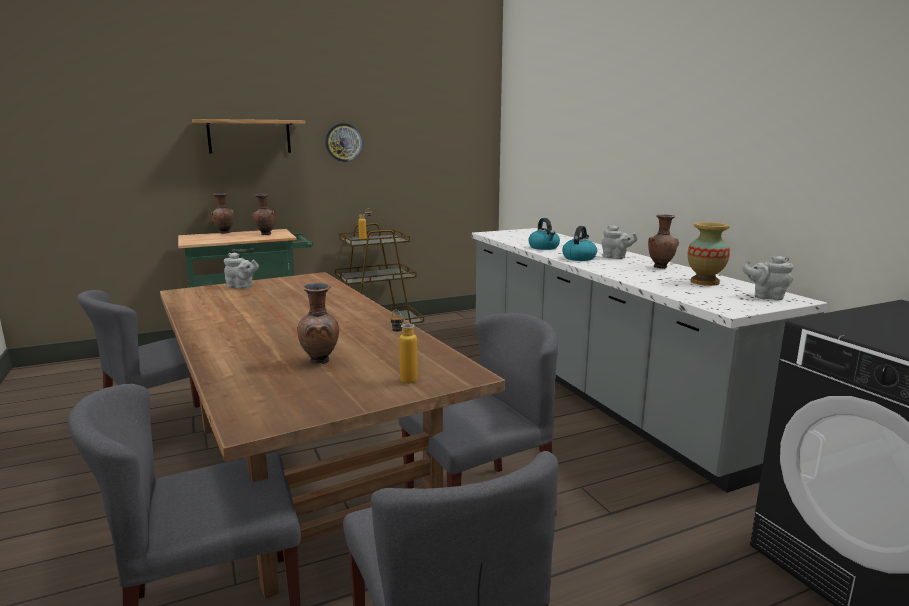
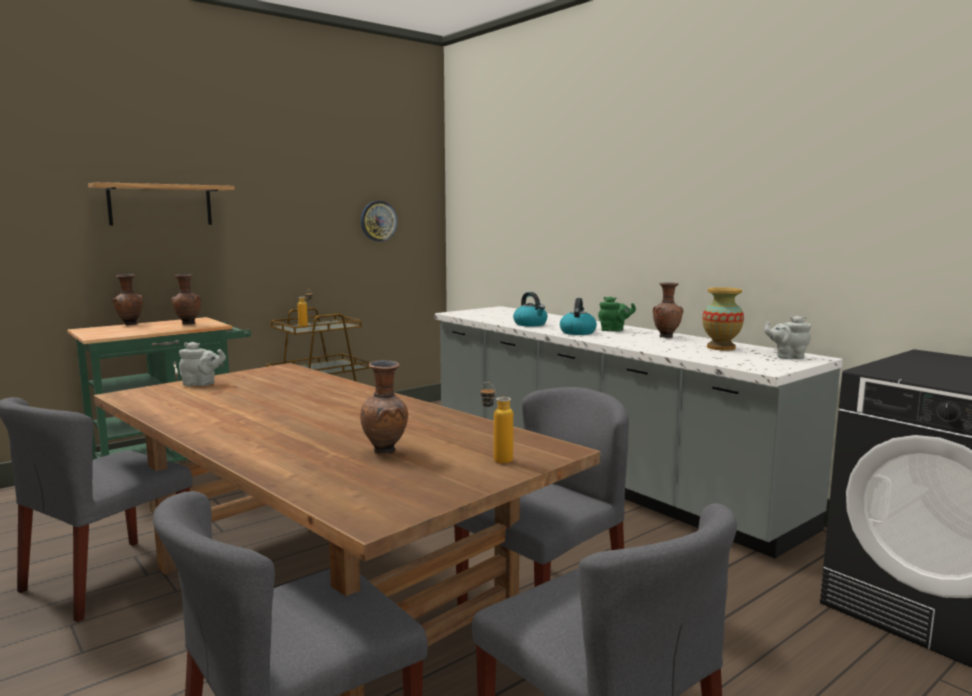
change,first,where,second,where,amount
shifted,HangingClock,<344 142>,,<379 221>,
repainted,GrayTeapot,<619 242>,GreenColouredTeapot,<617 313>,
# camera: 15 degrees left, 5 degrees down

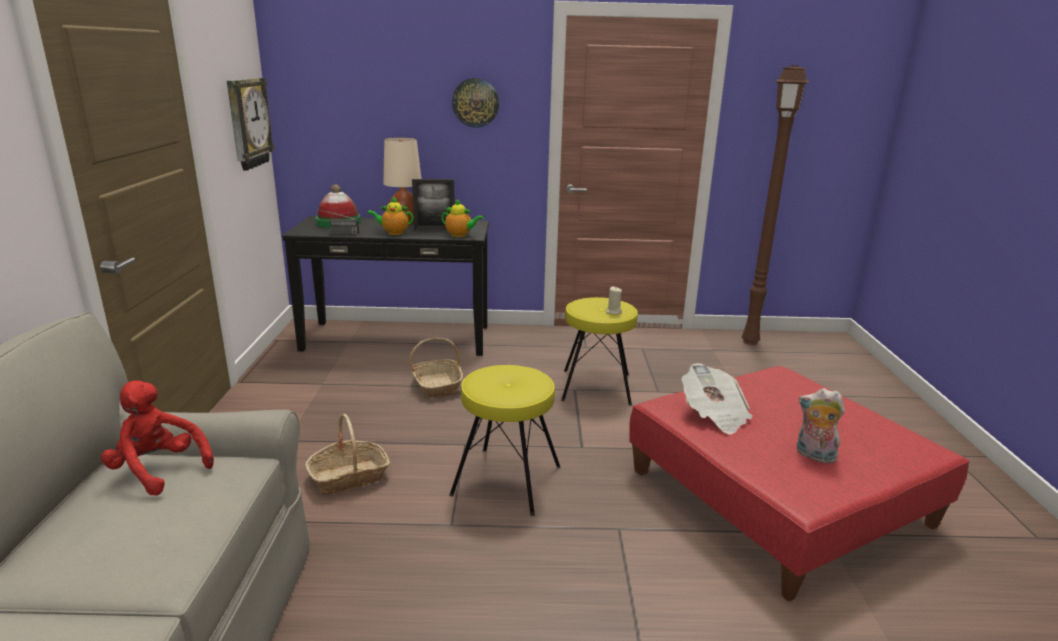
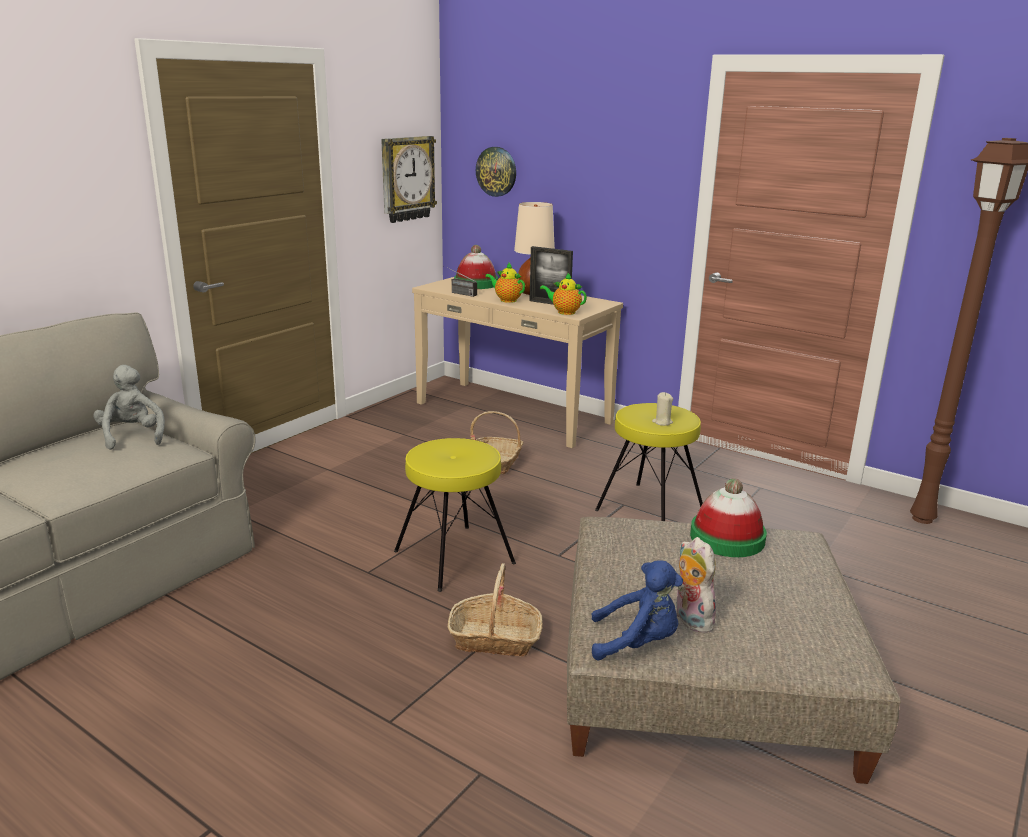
change,first,where,second,where,amount
repainted,ReddishPlushToy,<157 438>,GrayPlushToy,<129 407>,
repainted,BlackHallTable,<385 286>,BeigeColouredHallTable,<517 362>,
shifted,HouseholdBasket,<347 454>,,<495 609>,
shifted,HangingClock,<475 103>,,<496 172>,
rotated,Teapot,<462 218>,,<563 294>,150 degrees clockwise
repainted,ReddishOttoman,<799 484>,BeigeColouredOttoman,<734 650>,
new,,,BlueColouredPlushToy,<637 611>,
new,,,ClothingHat,<728 517>,
gone,Newspaper,<717 399>,,,
# camera: 35 degrees right, 0 degrees up

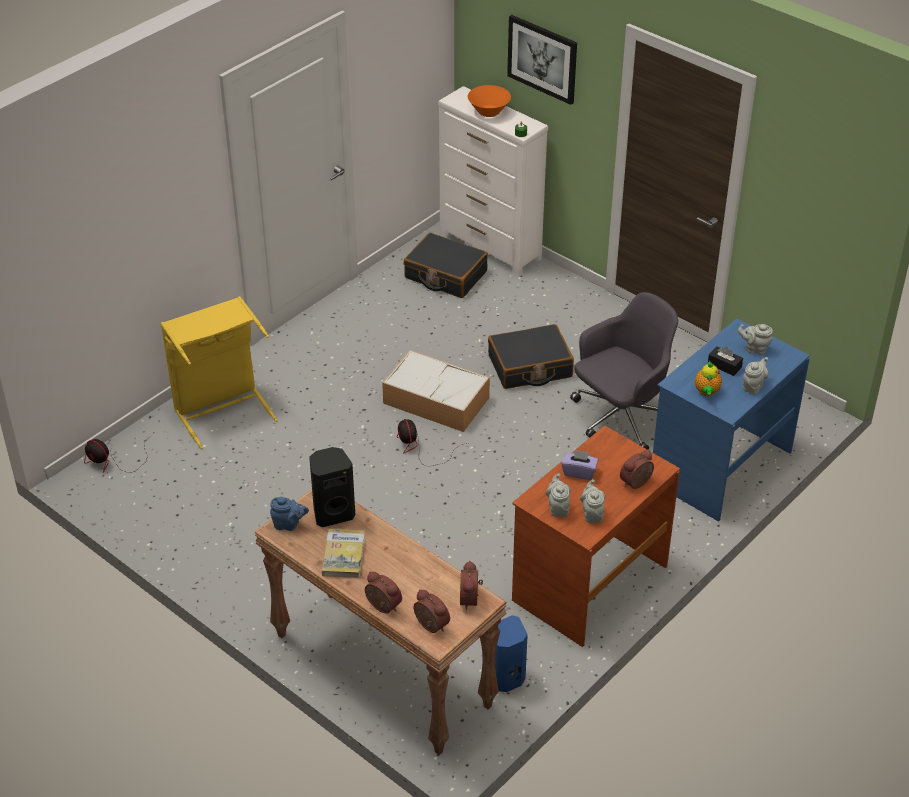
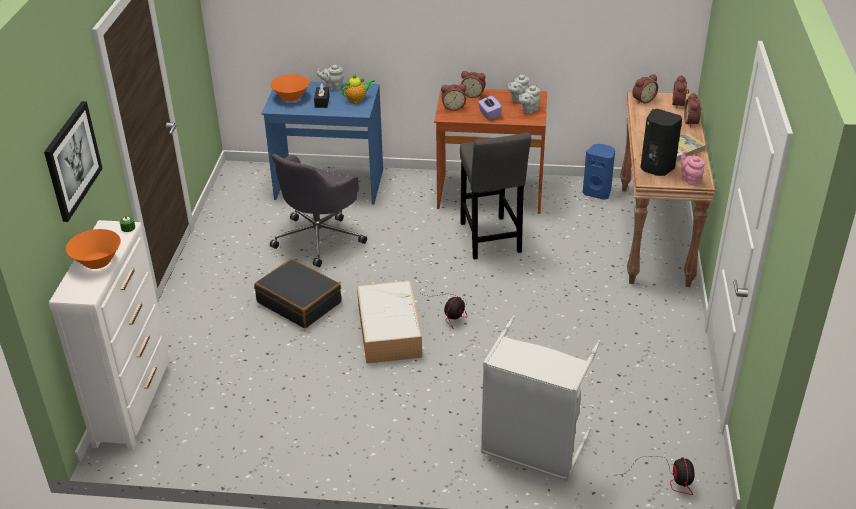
change,first,where,second,where,amount
swapped,GrayTeapot,<755 339>,OrangeyDeepDish,<289 88>,
rotated,GrayComputerChair,<624 371>,,<318 210>,75 degrees counterclockwise
new,,,AlarmClock,<453 97>,
new,,,GrayStoolSeat,<495 196>,
repainted,YellowColouredHamper,<219 372>,GrayHamper,<541 398>,
repainted,BlueColouredTeapot,<289 514>,PinkColouredTeapot,<693 168>,
gone,BlackSuitcase,<446 265>,,,
# camera: 125 degrees left, 5 degrees down

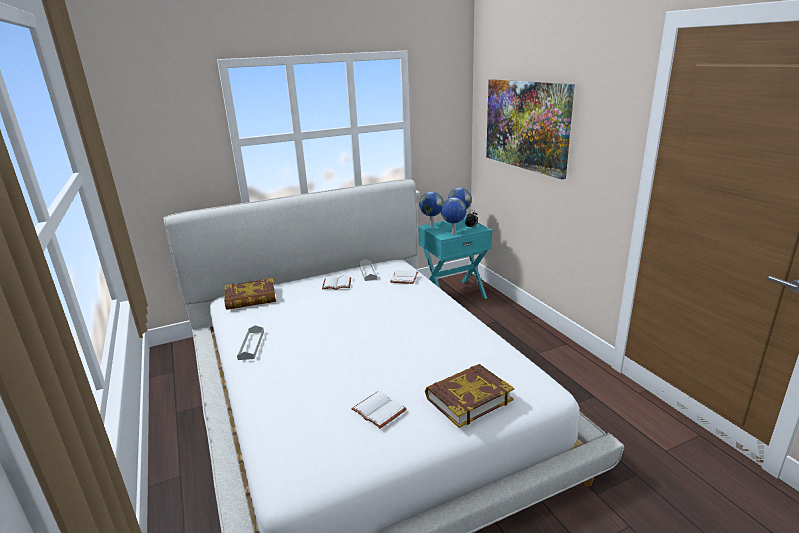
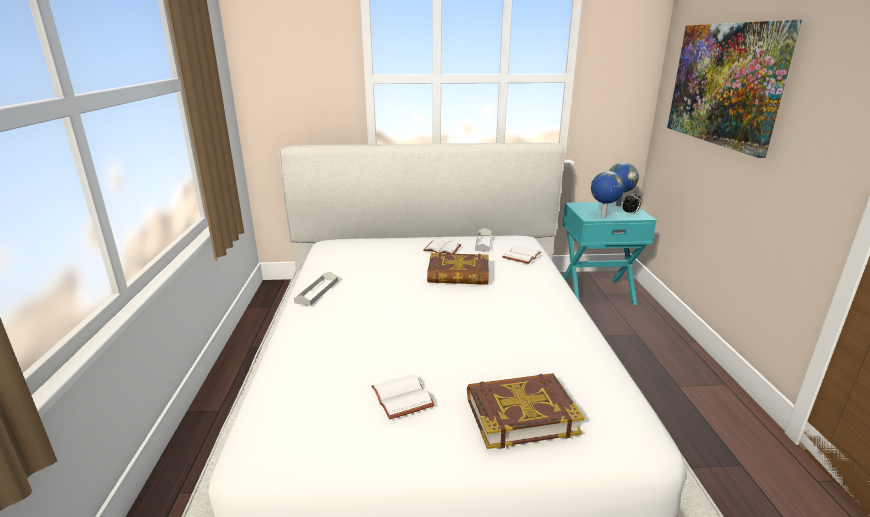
change,first,where,second,where,amount
shifted,Volume,<250 294>,,<458 268>,
gone,WorldGlobe,<431 209>,,,
# camera: 20 degrees right, 0 degrees up

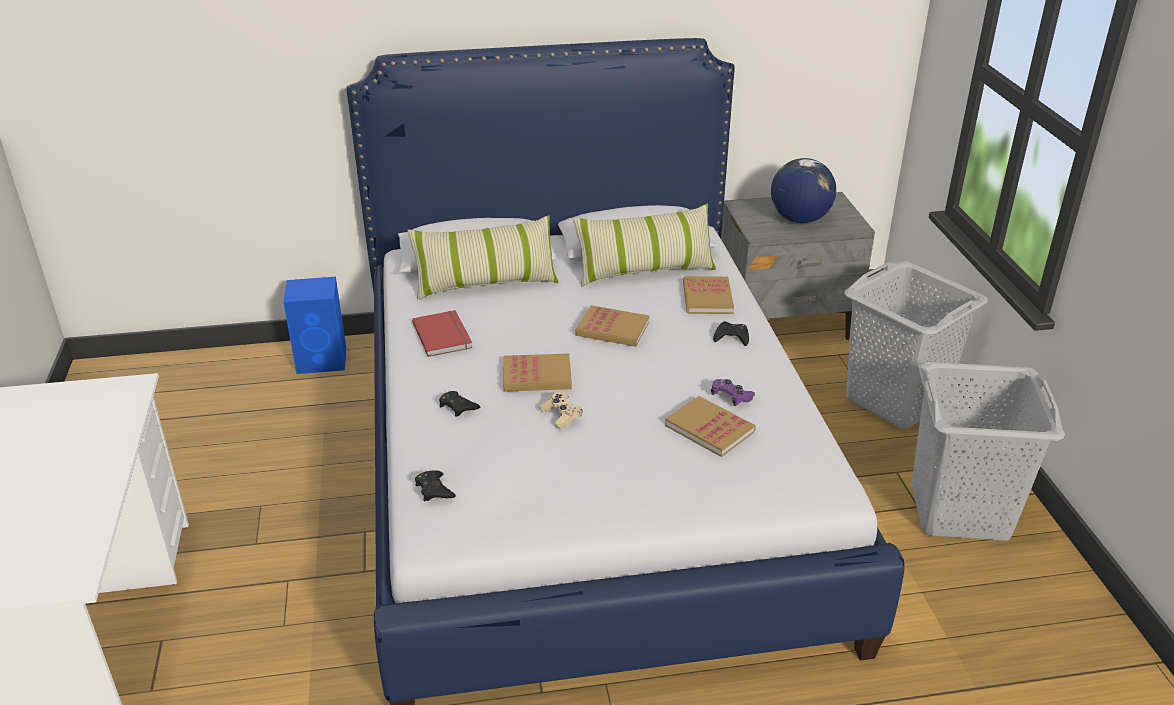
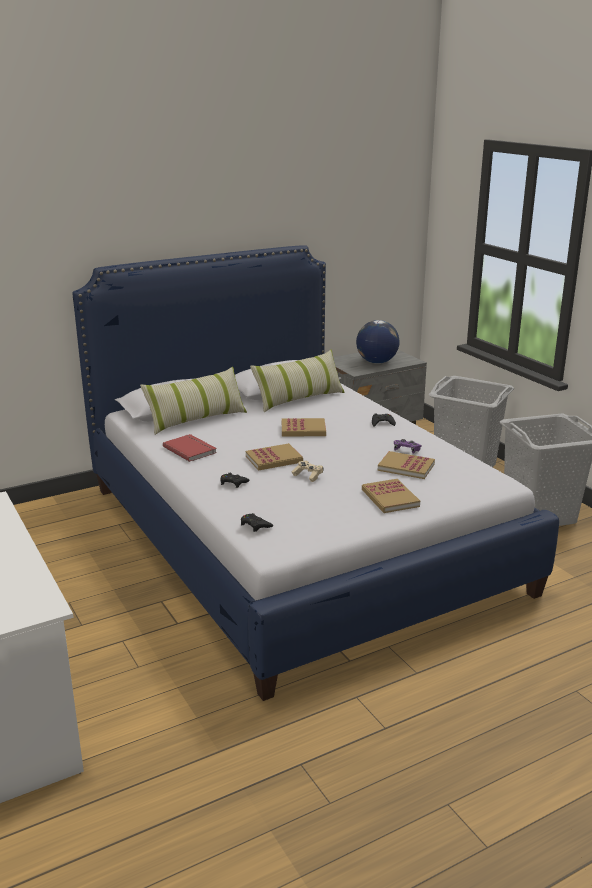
change,first,where,second,where,amount
shifted,Volume,<708 295>,,<391 496>,
gone,BlueColouredSpeaker,<314 325>,,,
# camera: 20 degrees left, 10 degrees down

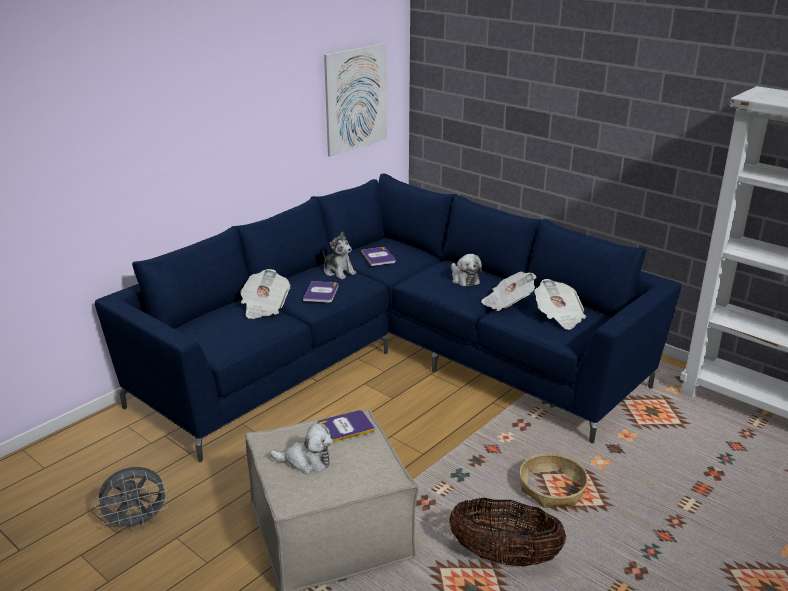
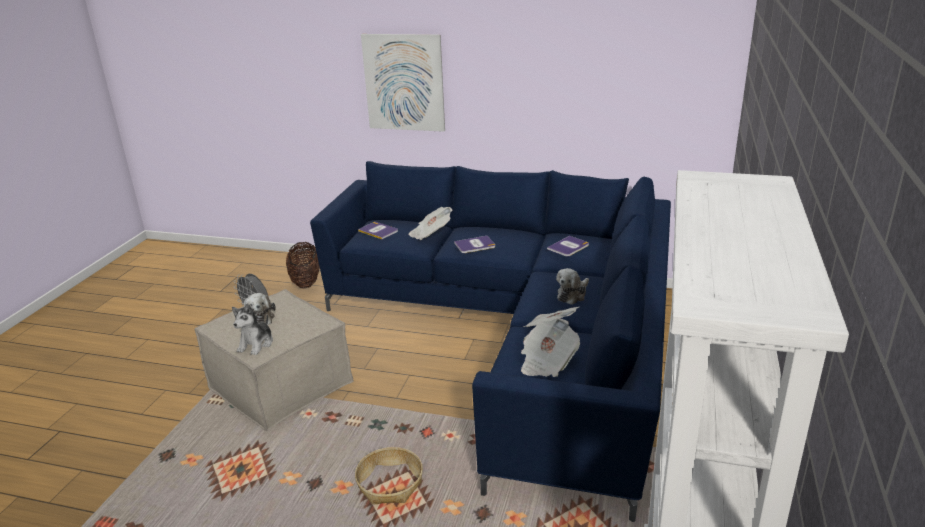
change,first,where,second,where,amount
shifted,PlushToy,<339 255>,,<252 329>,
shifted,HouseholdBasket,<507 532>,,<303 265>,
shifted,Volume,<346 426>,,<378 230>,
shifted,WallPicture,<355 99>,,<403 83>,
# camera: 65 degrees right, 0 degrees up

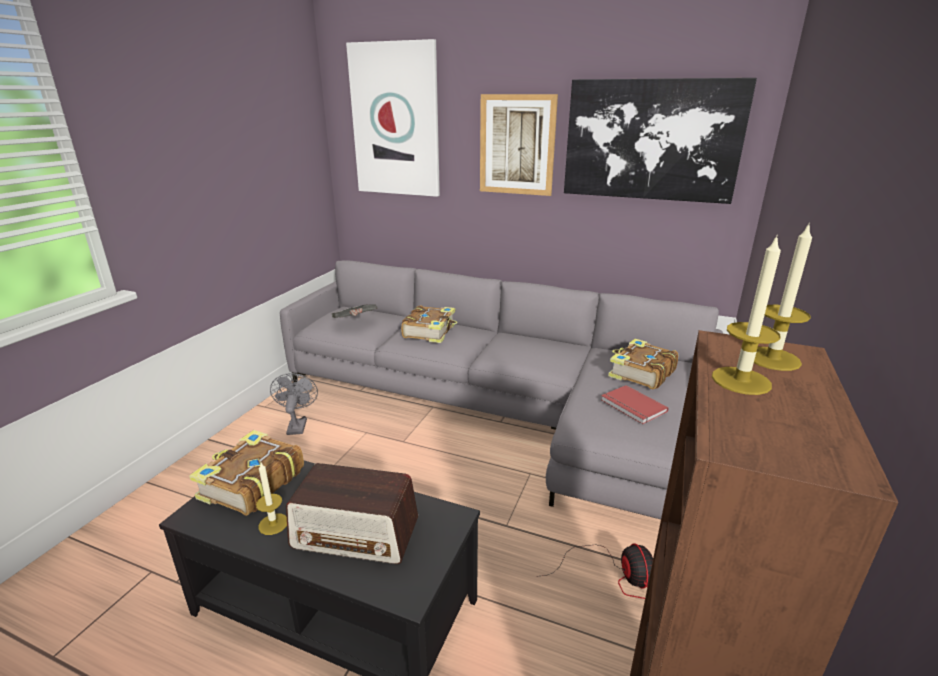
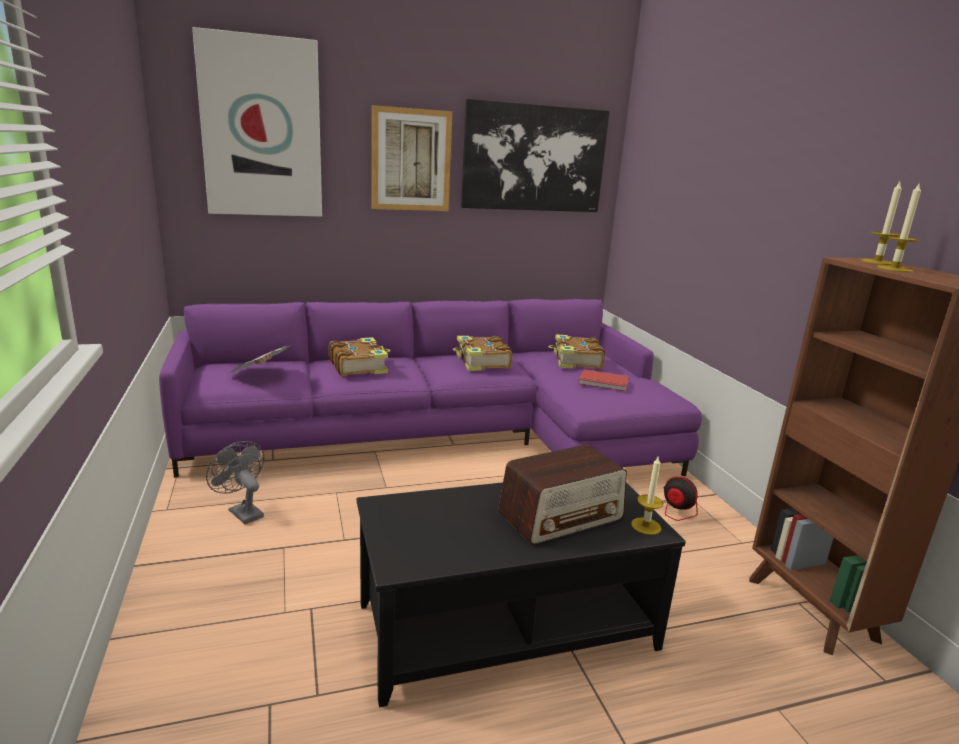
change,first,where,second,where,amount
repainted,GrayCouch,<501 389>,PurpleColouredCouch,<430 388>,
shifted,Volume,<246 473>,,<482 353>,
shifted,WaxCandle,<271 499>,,<647 495>,
# camera: 40 degrees left, 5 degrees down

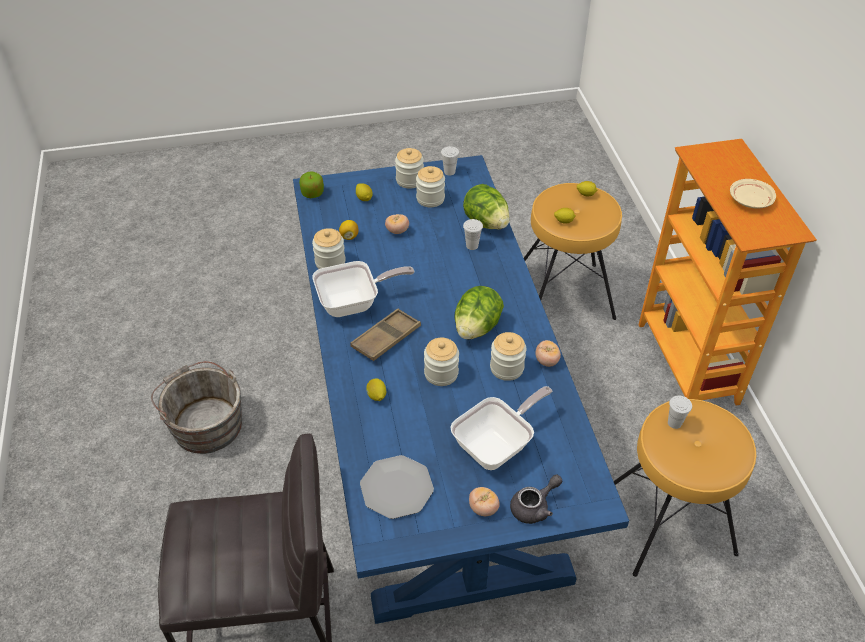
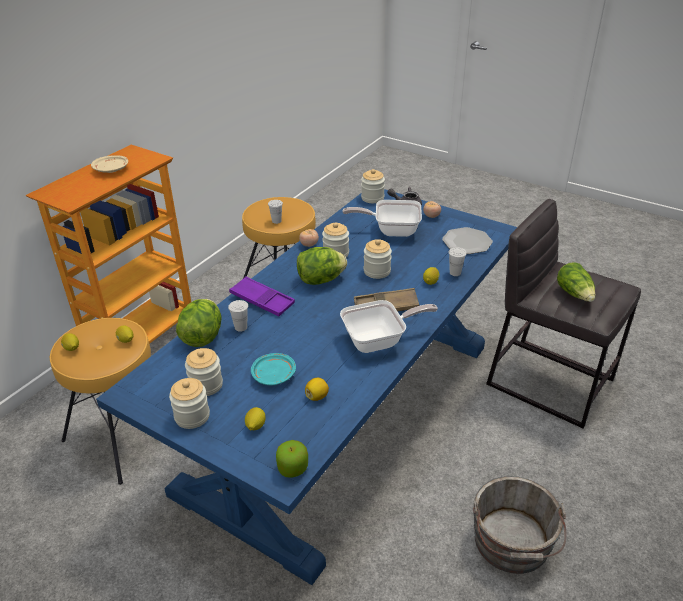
change,first,where,second,where,amount
new,,,PurpleColouredServingTray,<262 296>,
swapped,Tomato,<397 224>,BlueGreenDinnerPlate,<273 369>,
rotated,FryingPan,<363 289>,,<389 326>,135 degrees clockwise
shifted,Jar,<329 248>,,<373 186>,
shifted,WhiteCup,<450 161>,,<457 261>,
new,,,Lettuce,<576 282>,
# camera: 135 degrees left, 10 degrees down

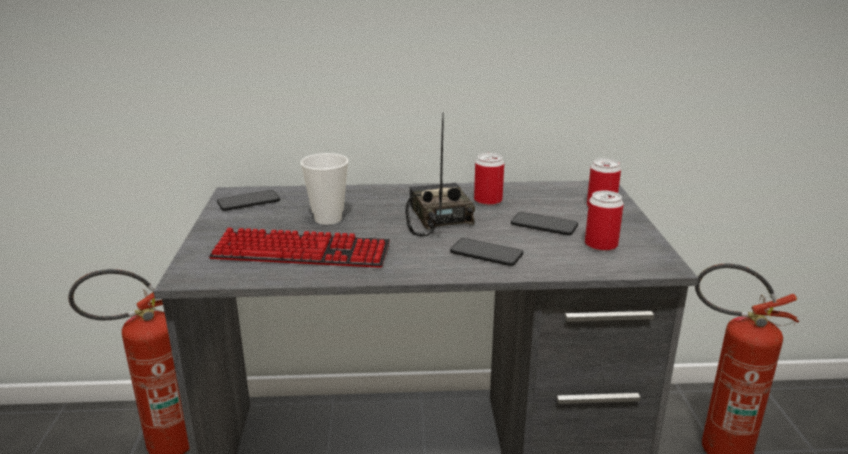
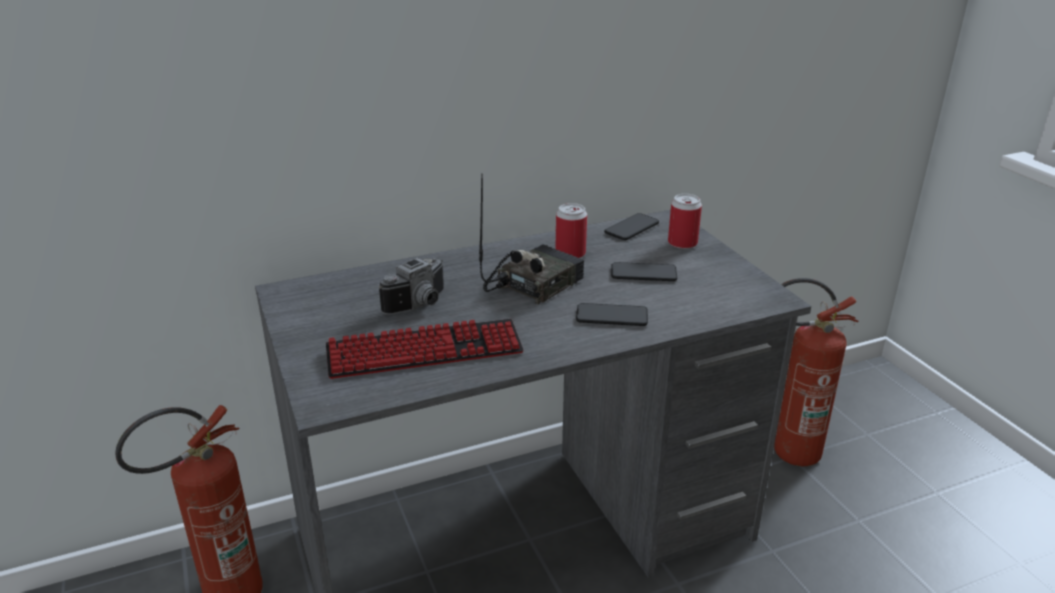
change,first,where,second,where,amount
swapped,Cup,<325 189>,StillCamera,<411 286>,
rotated,RadioSet,<440 174>,,<531 239>,75 degrees clockwise
shifted,Phone,<248 200>,,<631 226>,
gone,SealedCan,<604 220>,,,
# camera: 20 degrees left, 5 degrees up

